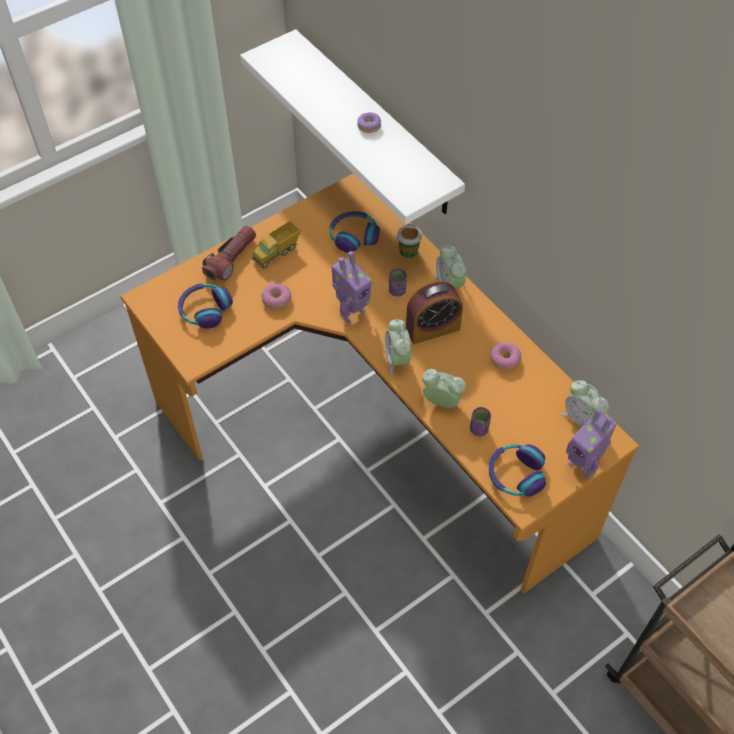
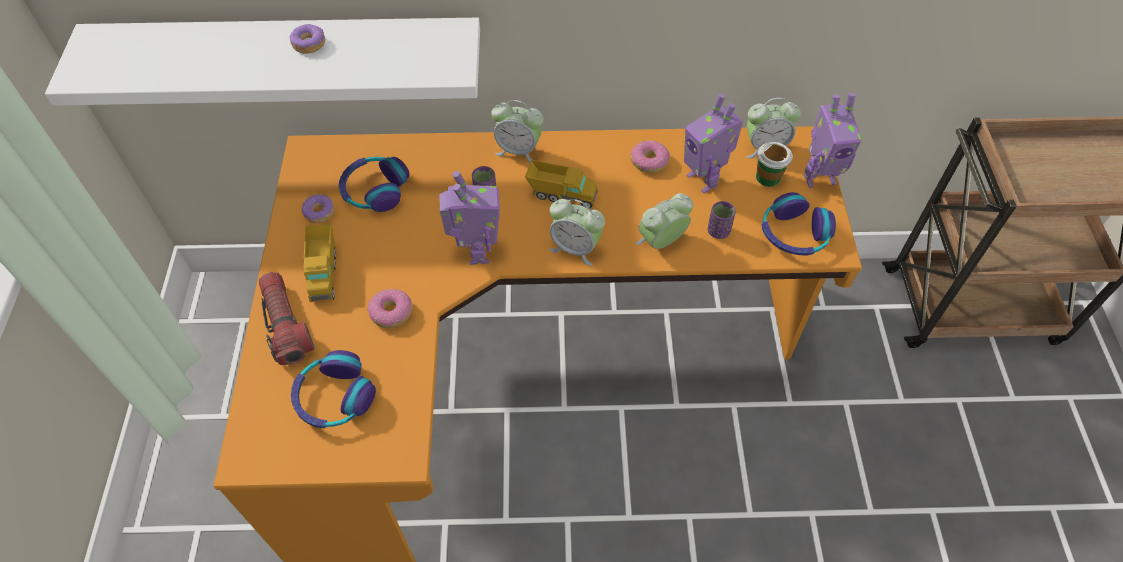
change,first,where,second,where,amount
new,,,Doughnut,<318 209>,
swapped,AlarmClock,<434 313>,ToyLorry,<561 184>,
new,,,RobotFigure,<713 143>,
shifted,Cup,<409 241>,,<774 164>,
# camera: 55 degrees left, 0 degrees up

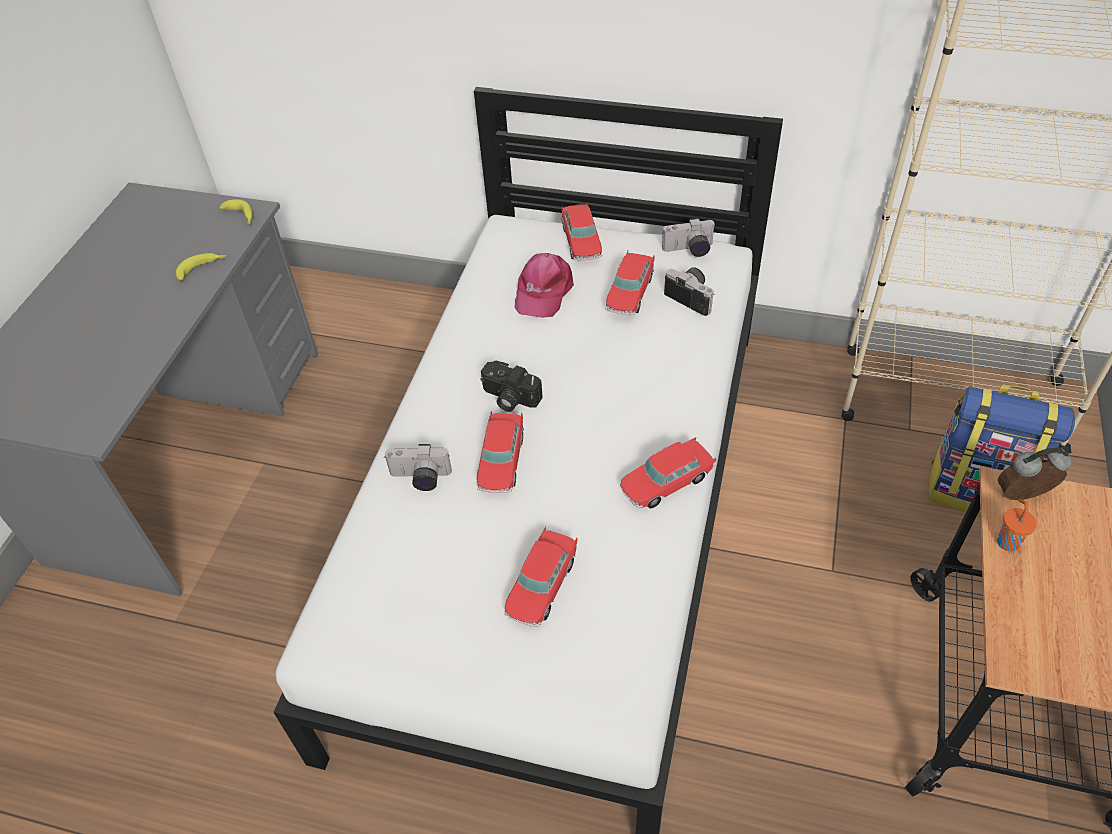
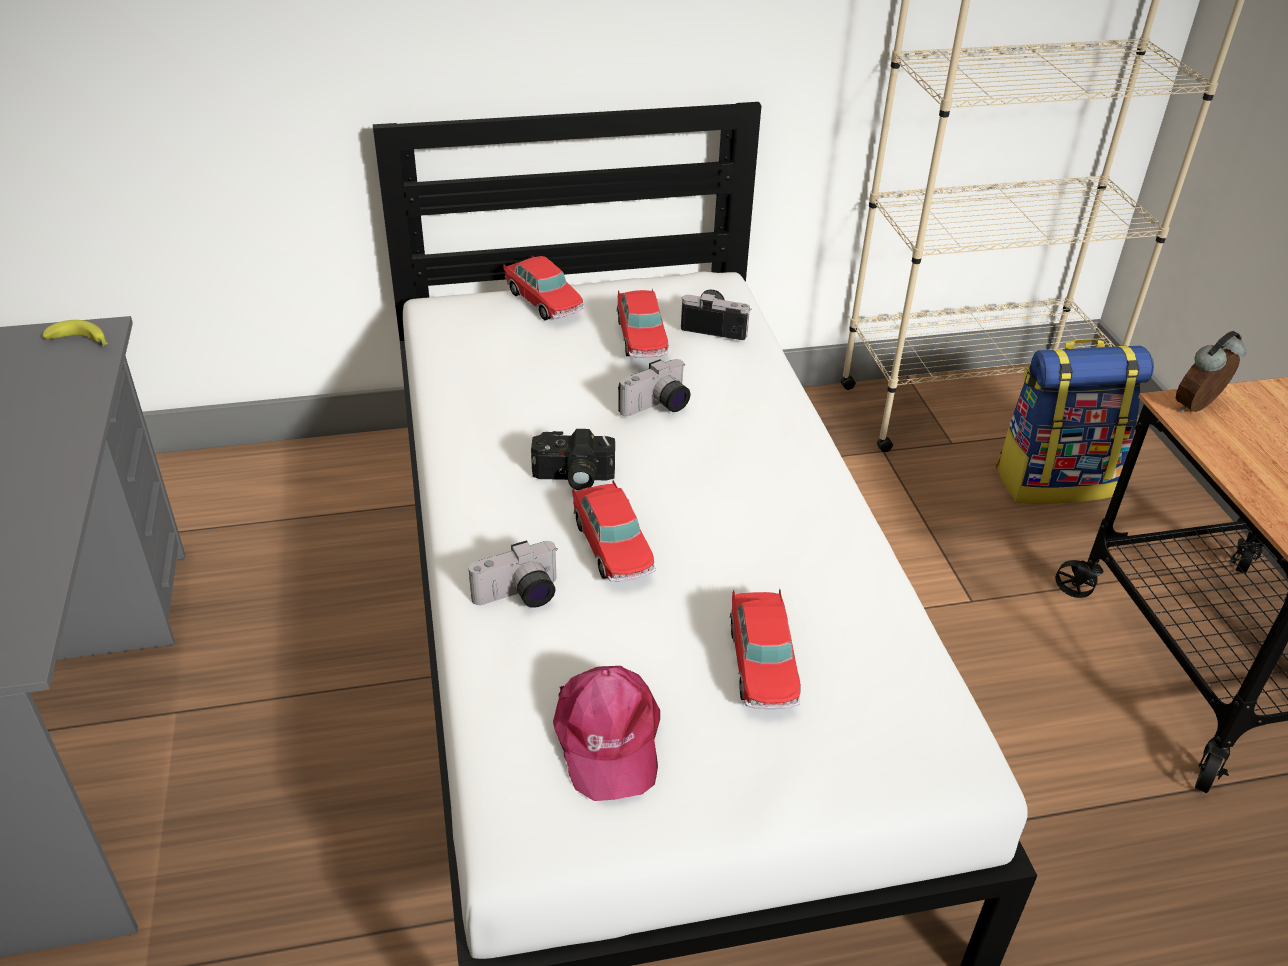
change,first,where,second,where,amount
shifted,PinkColouredBaseballCap,<544 285>,,<606 733>,
shifted,StillCamera,<689 237>,,<654 387>,
gone,WholeBanana,<201 267>,,,
gone,ToyCar,<668 472>,,,
gone,OrangeyCup,<1017 525>,,,
# camera: 30 degrees left, 10 degrees down

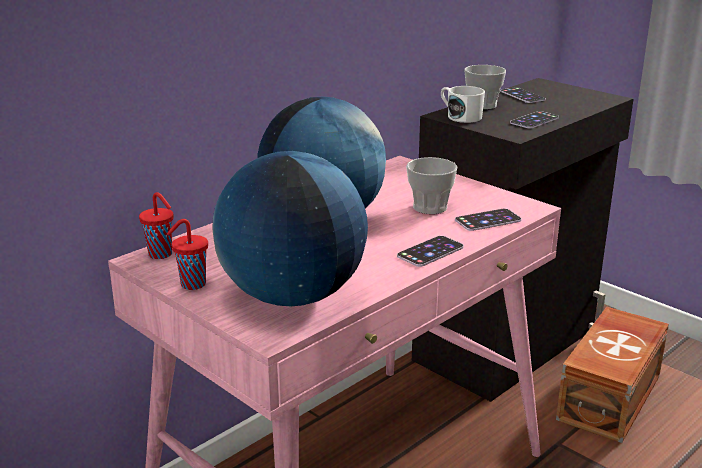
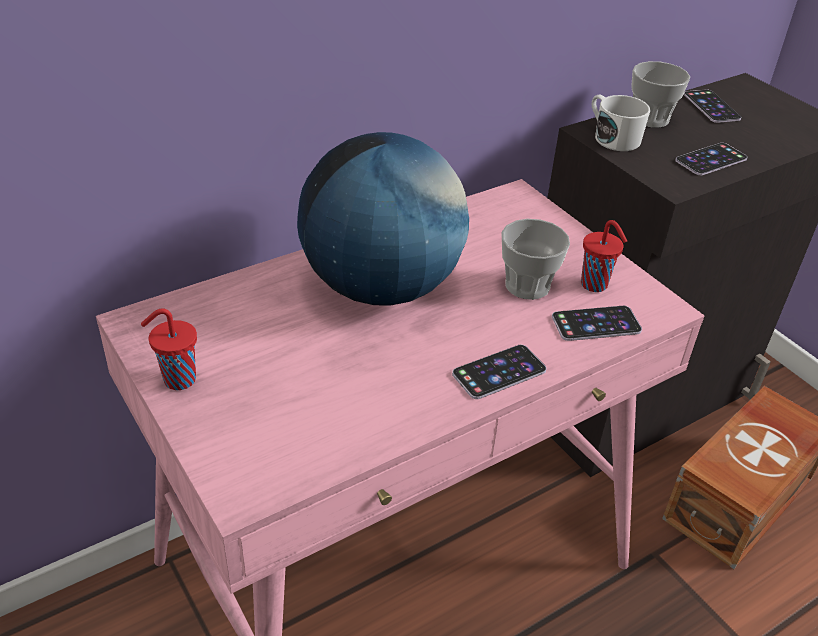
change,first,where,second,where,amount
shifted,ReddishCup,<156 225>,,<604 256>,
gone,WorldGlobe,<290 228>,,,
# camera: 10 degrees right, 15 degrees up

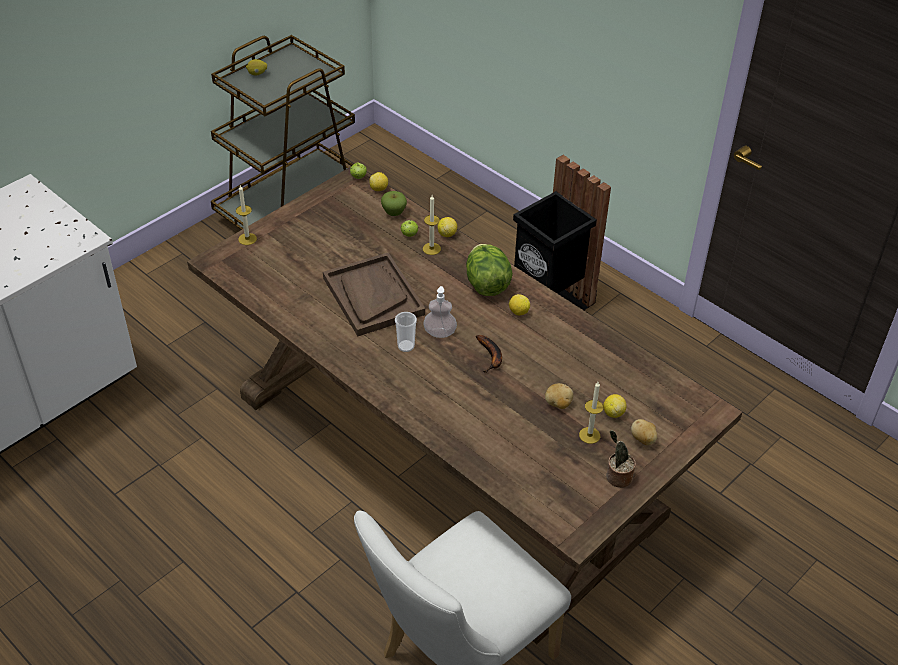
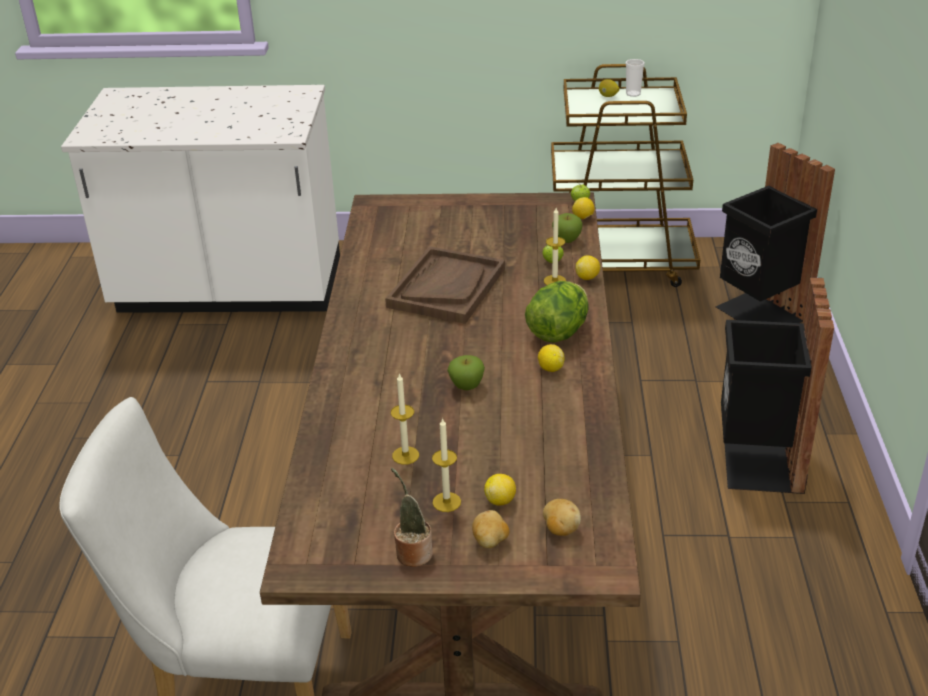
change,first,where,second,where,amount
shifted,WaxCandle,<246 215>,,<405 419>,
swapped,WholeBanana,<489 354>,AppleFruit,<466 372>,
shifted,Spud,<559 396>,,<562 517>,
shifted,Cup,<406 332>,,<635 78>,
new,,,BlackWasteBin,<775 233>,
gone,LiquidSoapBottle,<440 312>,,,
# camera: 50 degrees right, 10 degrees down

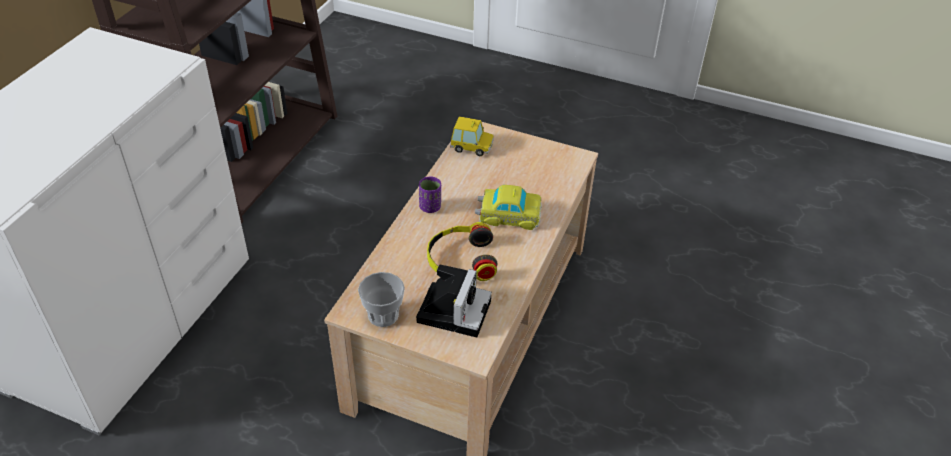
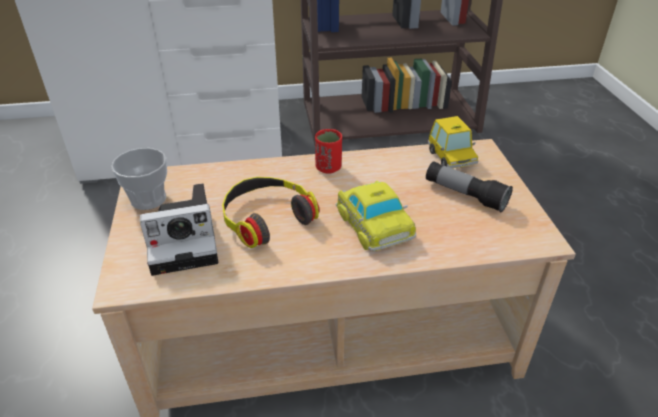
change,first,where,second,where,amount
repainted,PurpleColouredCup,<430 195>,ReddishCup,<328 151>,
new,,,Flashlight,<469 187>,
# camera: 60 degrees right, 5 degrees down

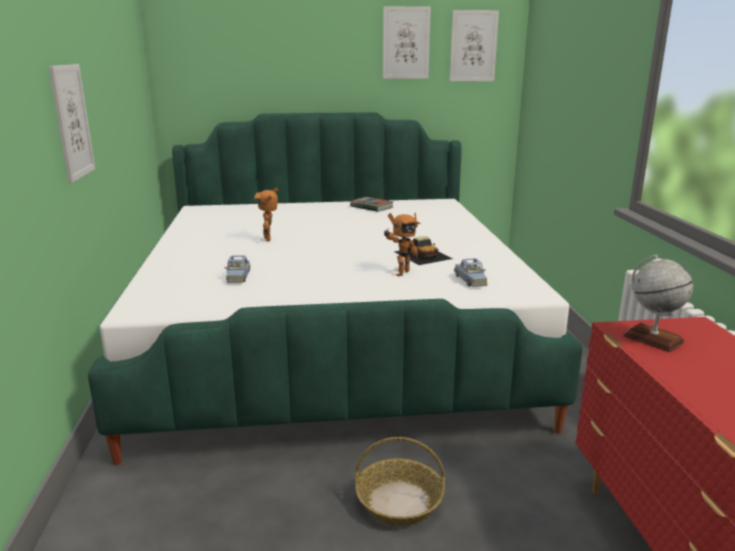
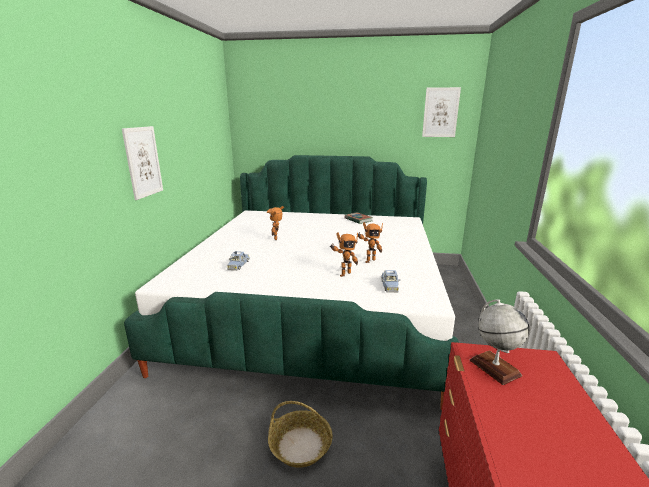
change,first,where,second,where,amount
swapped,ToyCar,<423 250>,RobotFigure,<370 242>,
gone,WallPicture,<407 42>,,,
# camera: 15 degrees right, 0 degrees up

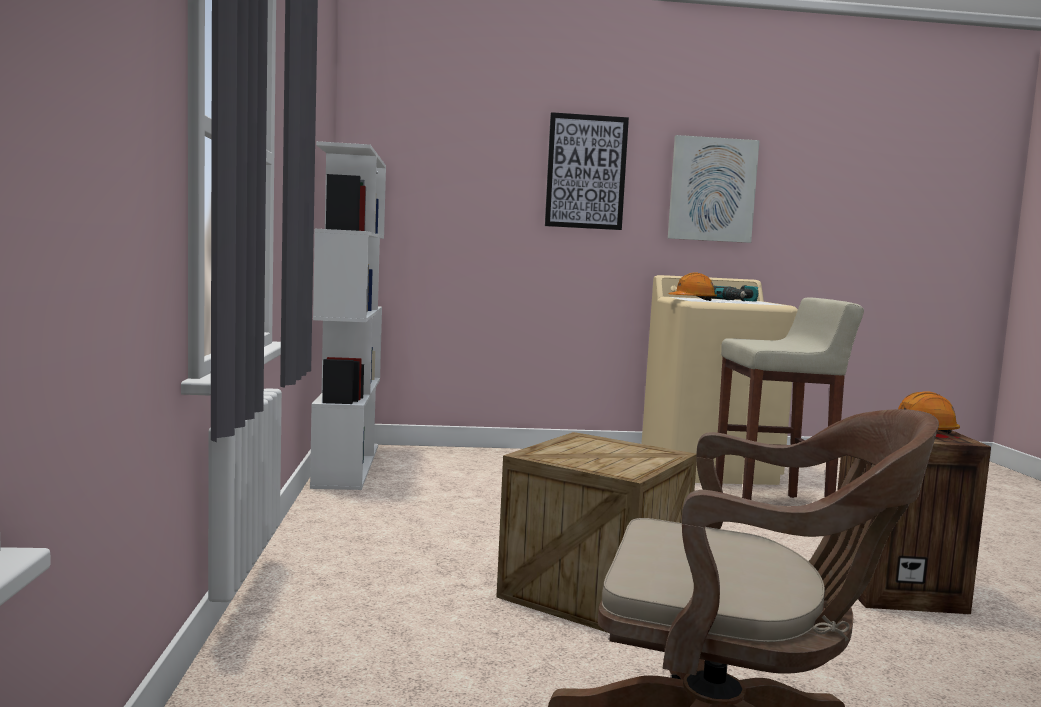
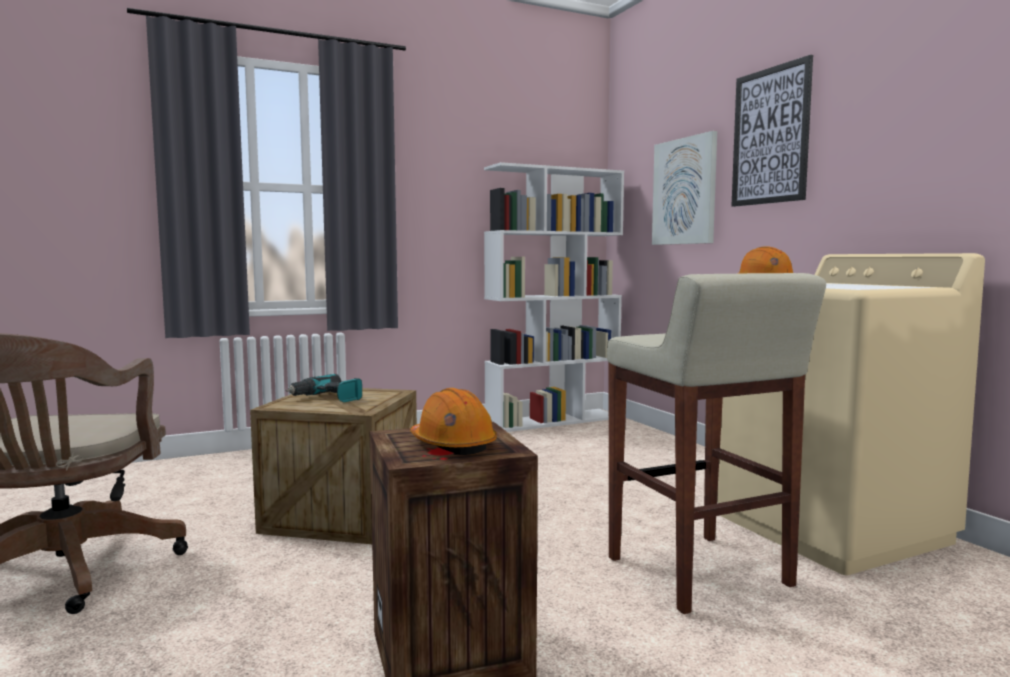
change,first,where,second,where,amount
shifted,Drill,<735 293>,,<324 388>,
shifted,WallPicture,<714 189>,,<684 188>,
# camera: 70 degrees right, 0 degrees up

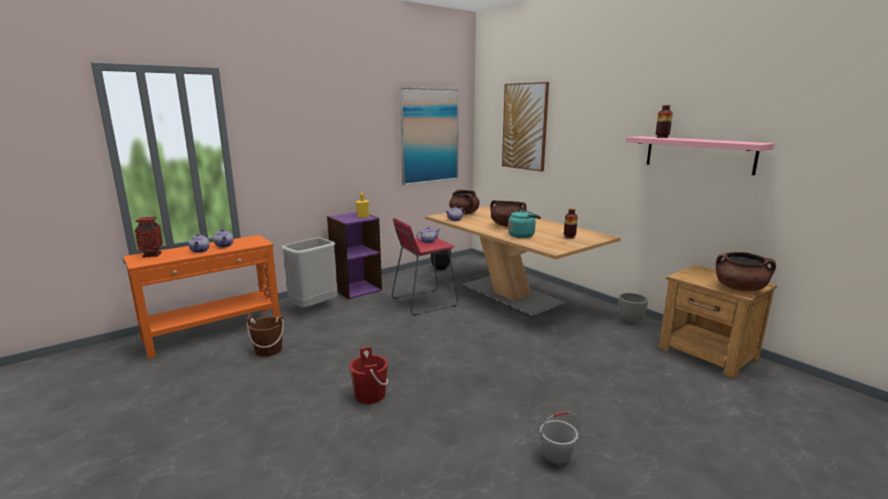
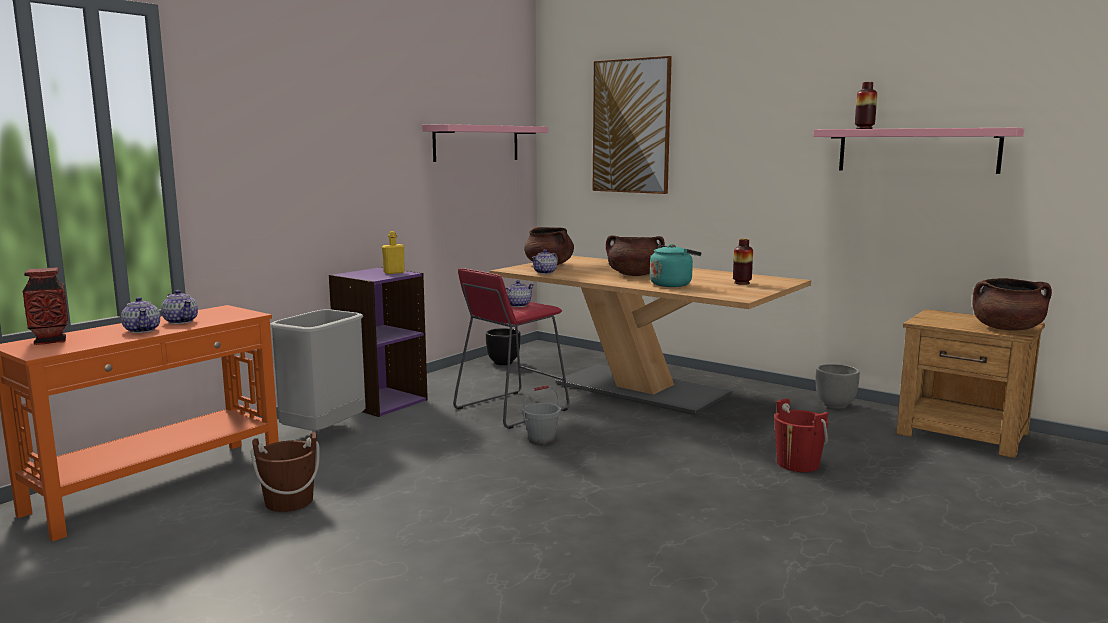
change,first,where,second,where,amount
swapped,WallPicture,<429 136>,PinkColouredBracketShelf,<485 143>,
shifted,GrayBucket,<559 439>,,<541 415>,
shifted,ReddishBucket,<368 375>,,<801 435>,
# camera: 15 degrees left, 5 degrees down

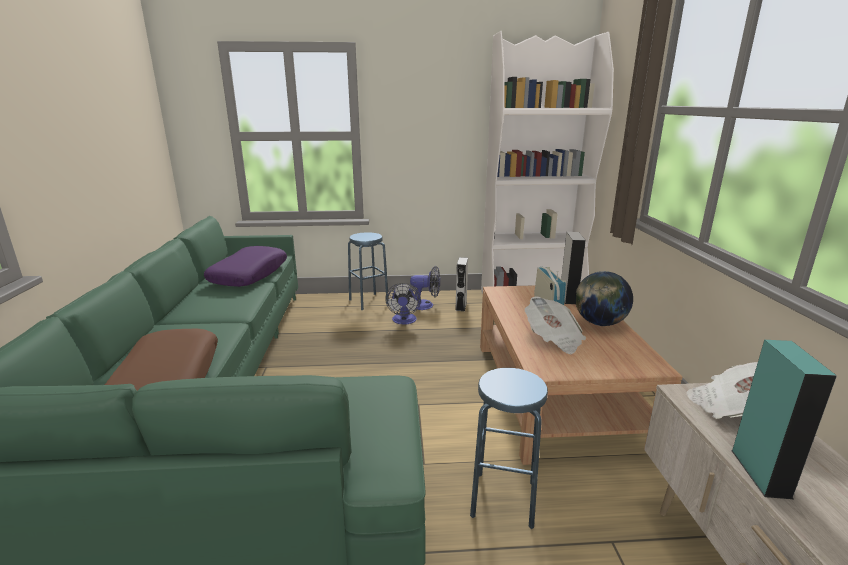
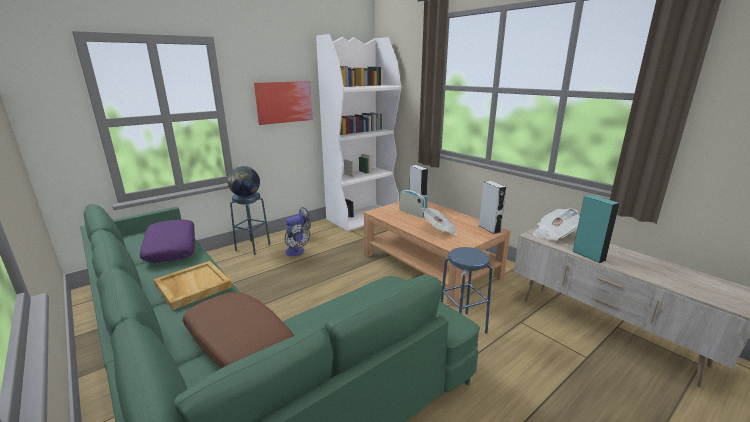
change,first,where,second,where,amount
new,,,BeigeColouredServingTray,<193 285>,
shifted,WorldGlobe,<604 298>,,<244 181>,
new,,,WallPicture,<283 103>,
shifted,GraySpeaker,<461 284>,,<492 207>,
# camera: 35 degrees left, 0 degrees up

